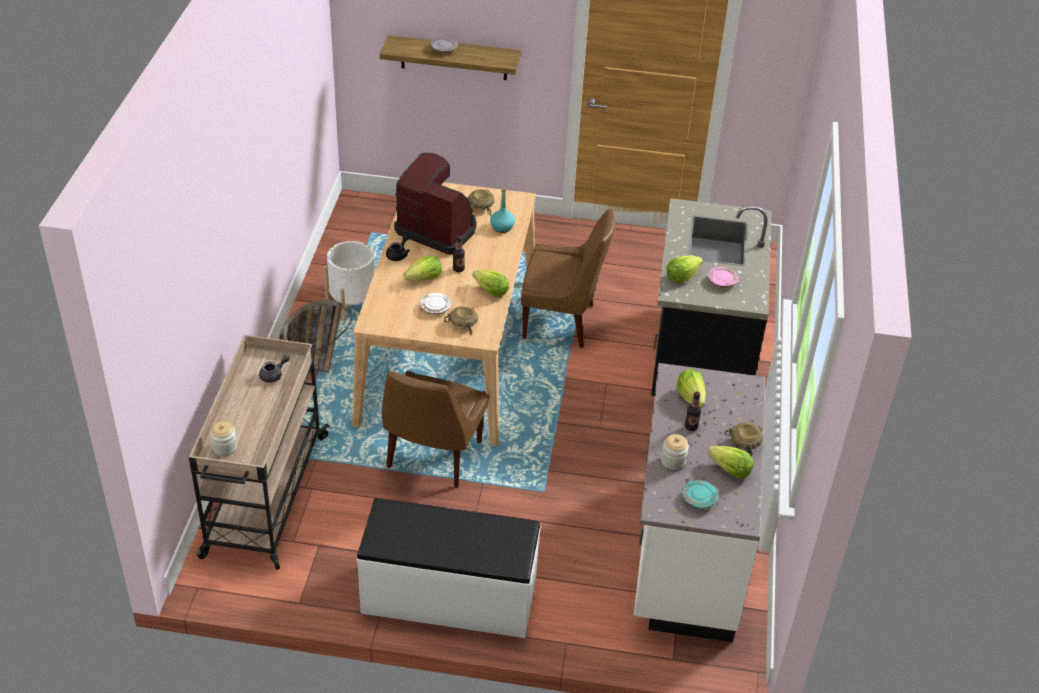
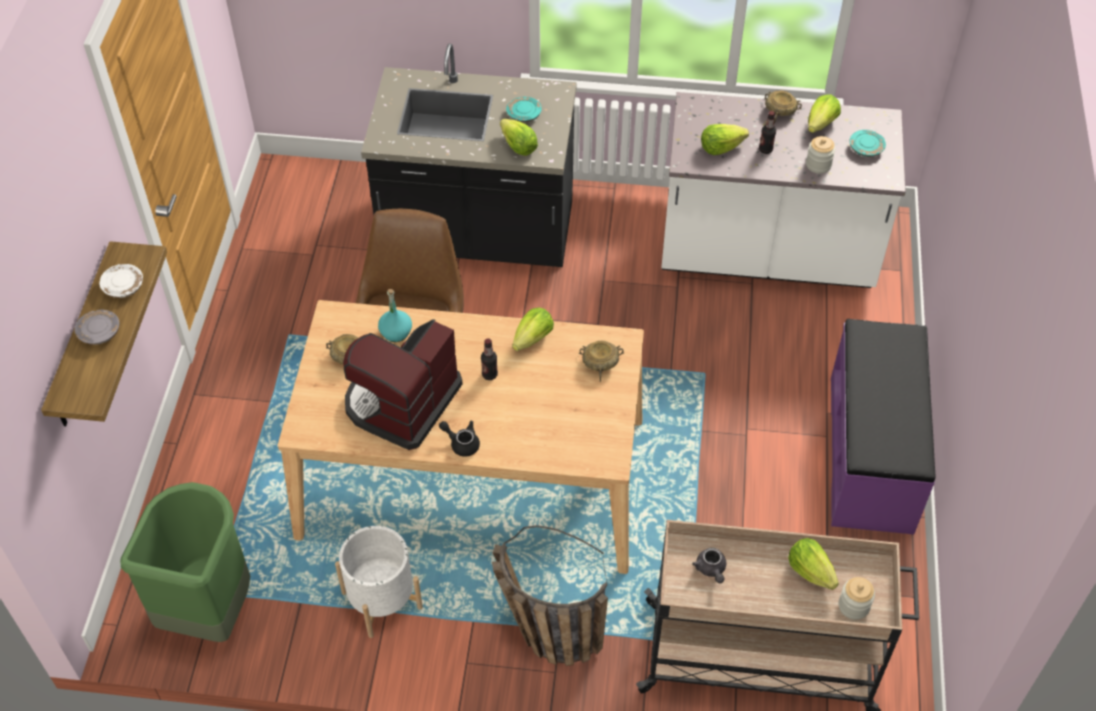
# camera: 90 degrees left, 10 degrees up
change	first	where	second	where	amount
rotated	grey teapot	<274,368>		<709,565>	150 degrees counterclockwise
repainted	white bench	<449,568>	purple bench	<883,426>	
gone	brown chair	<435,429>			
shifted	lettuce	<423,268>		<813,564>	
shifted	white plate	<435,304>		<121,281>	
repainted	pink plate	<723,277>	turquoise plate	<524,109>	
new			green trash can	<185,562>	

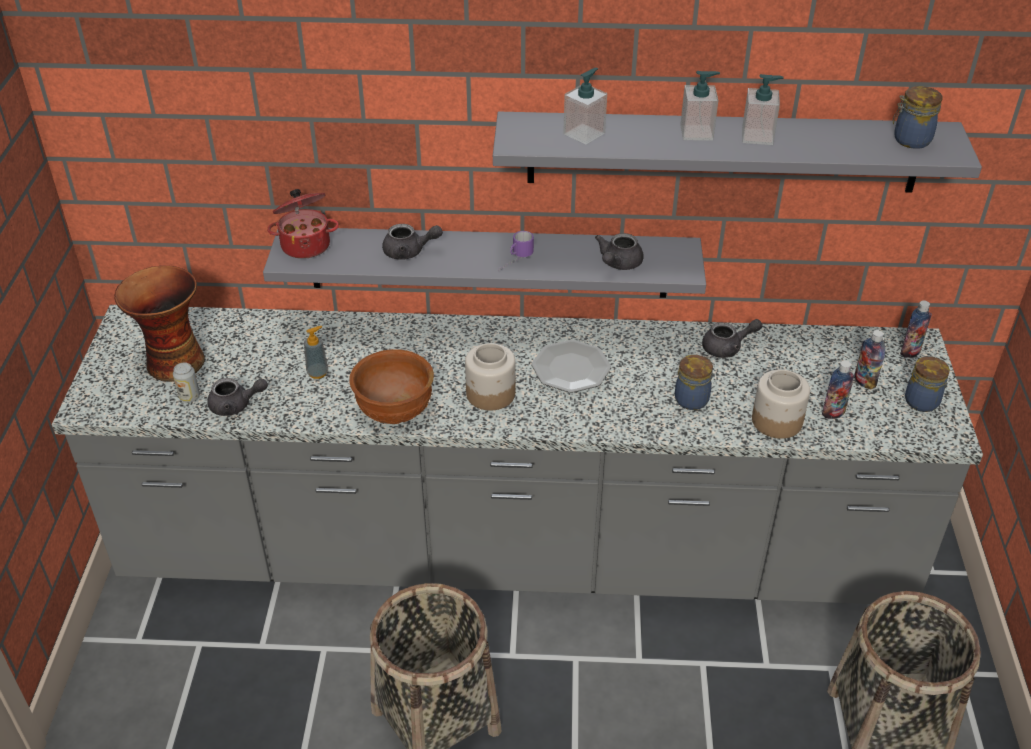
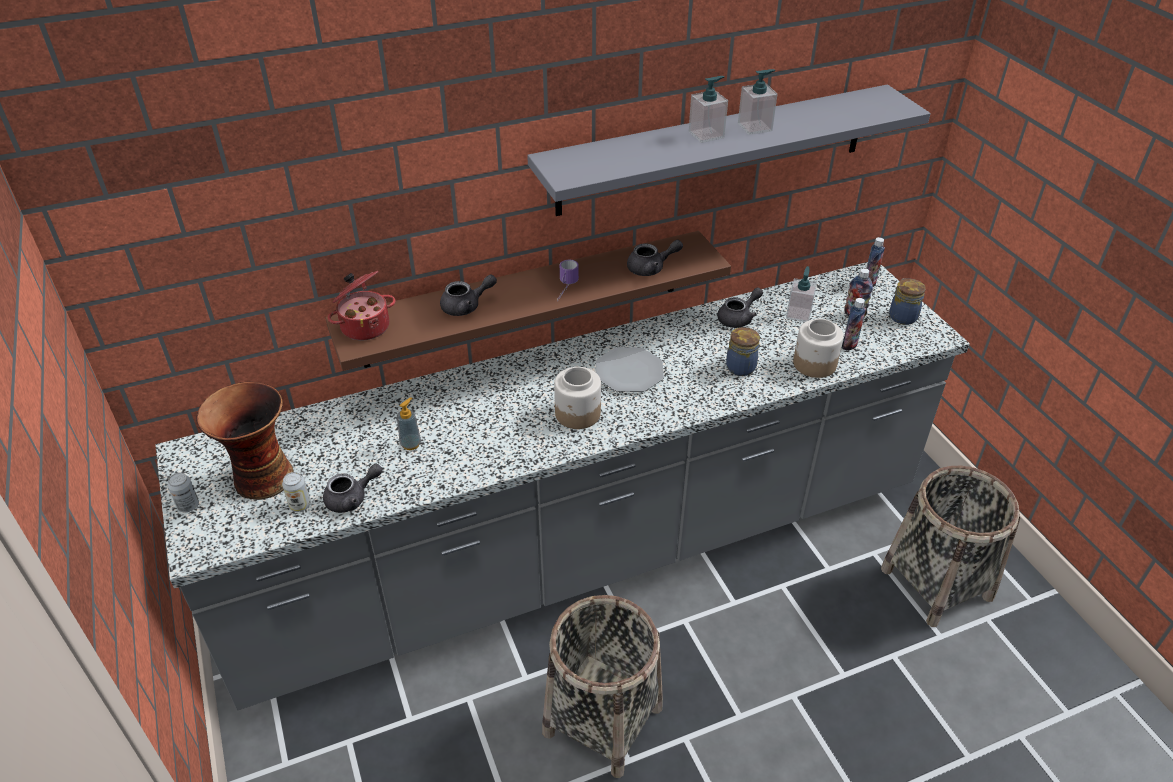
# camera: 25 degrees left, 0 degrees up
change	first	where	second	where	amount
repainted	grey shelf	<484,263>	brown shelf	<528,301>	
gone	brown bowl	<391,386>			
shifted	soap dispenser	<585,106>		<801,294>	
rotated	grey teapot	<619,251>		<655,258>	105 degrees counterclockwise
gone	jar	<917,117>			
new			can	<183,492>	

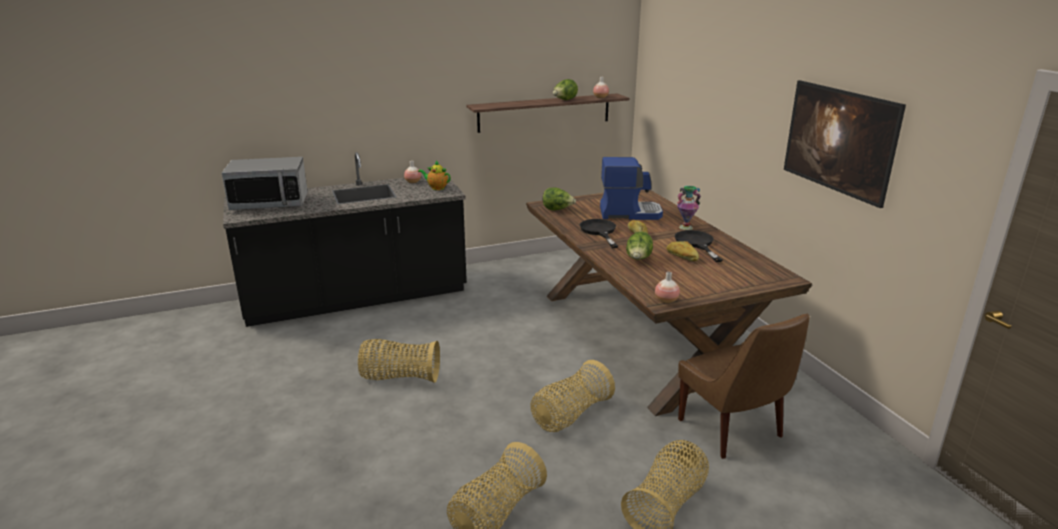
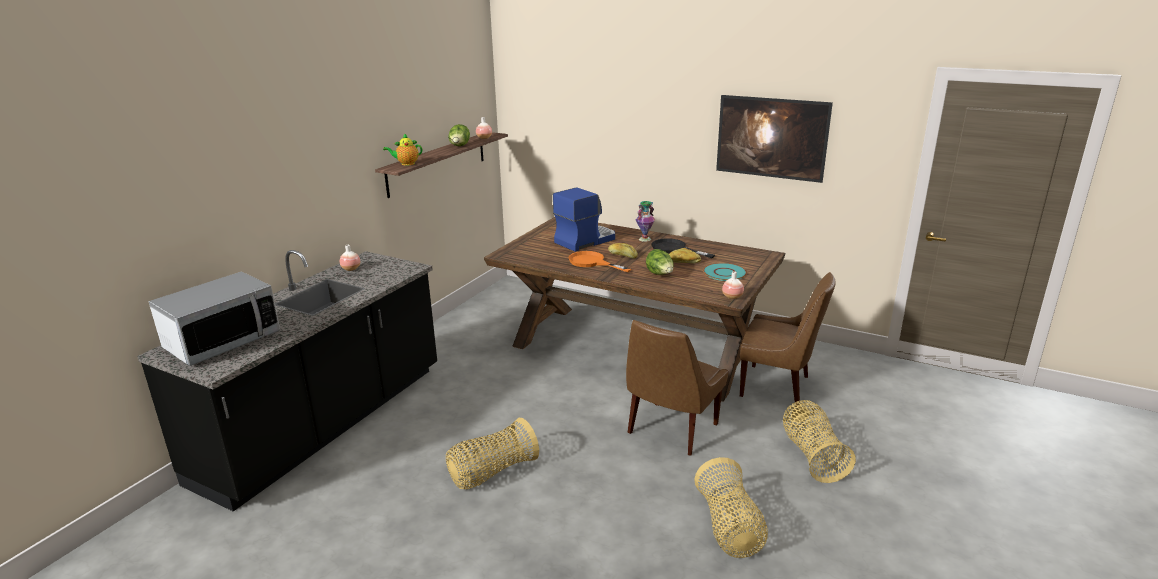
# camera: 40 degrees left, 0 degrees up
change	first	where	second	where	amount
shifted	teapot	<434,175>		<402,149>	
swapped	basket	<572,396>	brown chair	<677,387>	
gone	lettuce	<559,199>			
repainted	black frying pan	<599,233>	orange frying pan	<599,261>	
new			turquoise plate	<725,272>	

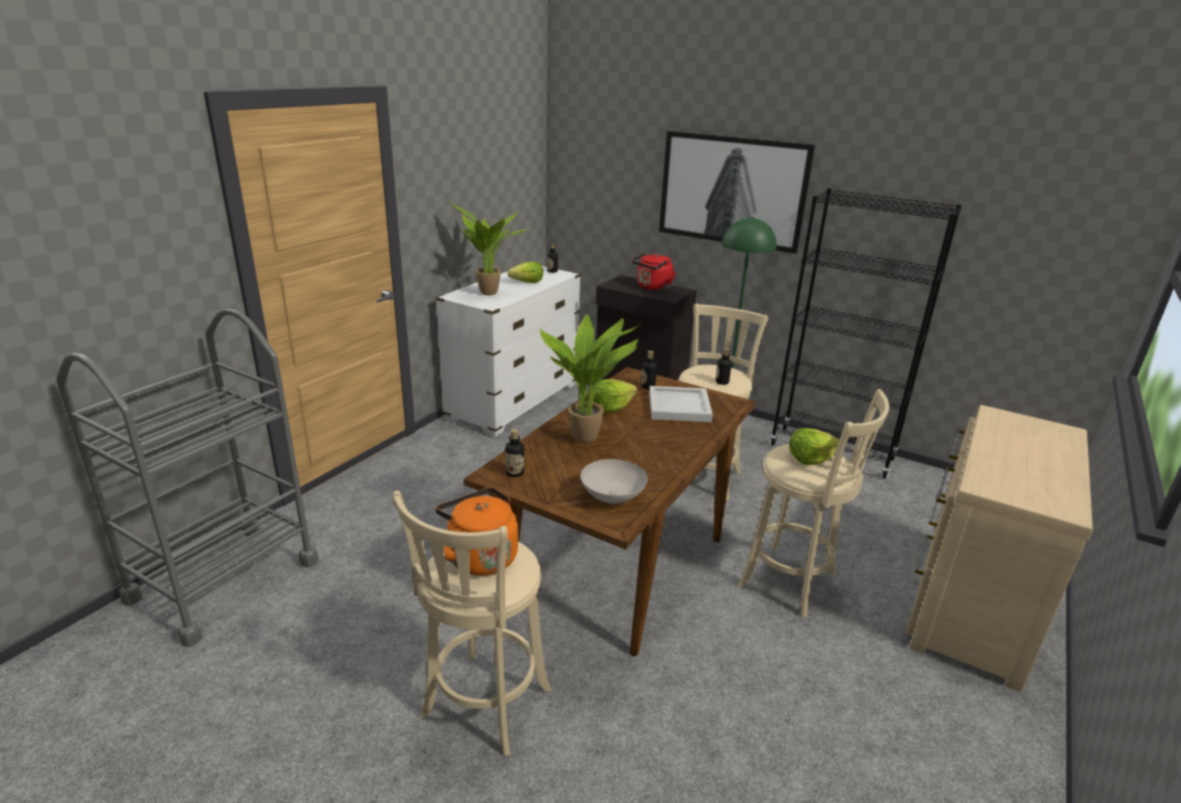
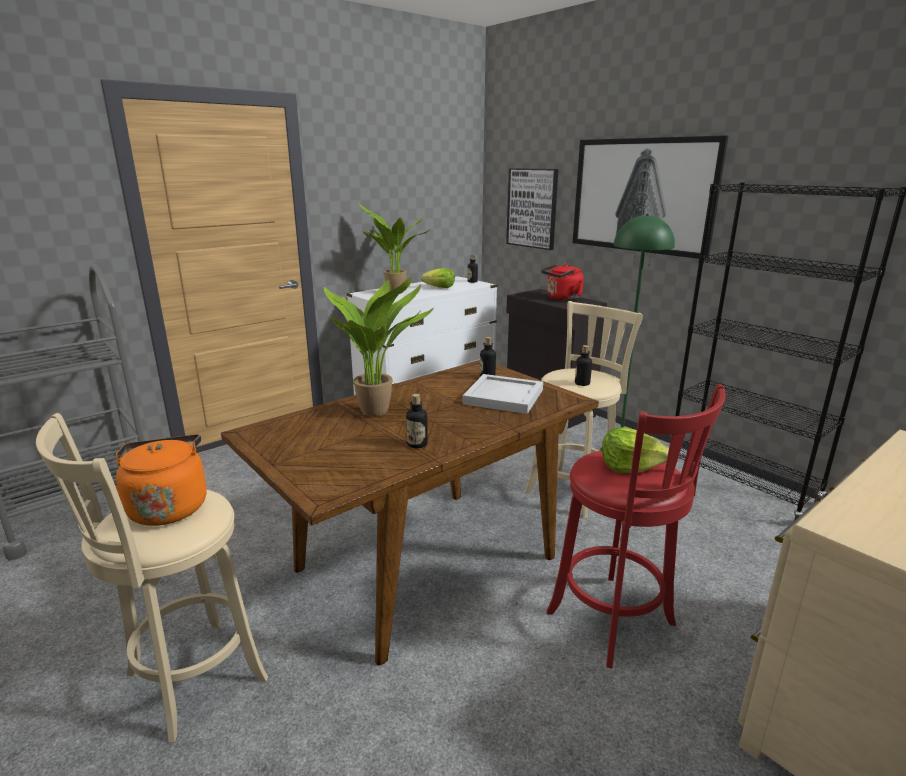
# camera: 20 degrees right, 5 degrees down
change	first	where	second	where	amount
shifted	bottle	<514,453>		<417,421>	
gone	white bowl	<614,481>			
gone	lettuce	<614,396>			
repainted	beige stool	<813,503>	red stool	<636,526>	
new			picture	<532,209>	

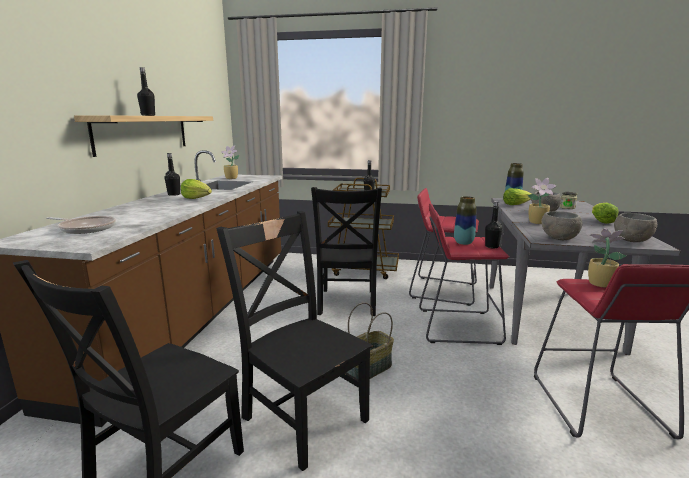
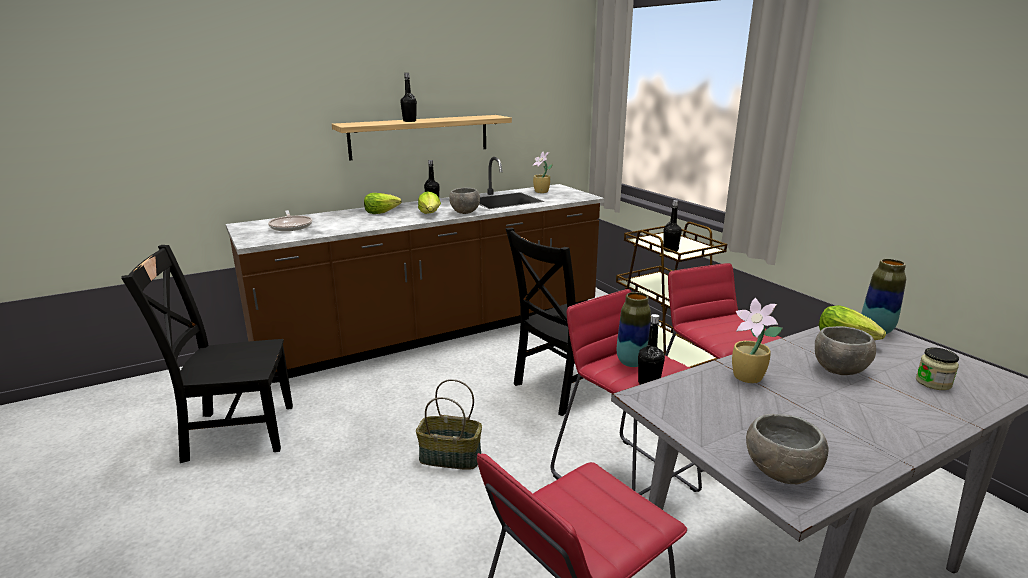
# camera: 50 degrees right, 5 degrees up
change	first	where	second	where	amount
gone	black chair	<294,341>			
shifted	grey bowl	<561,225>		<464,201>	
gone	potted plant	<607,258>			
shifted	lettuce	<605,213>		<383,203>	

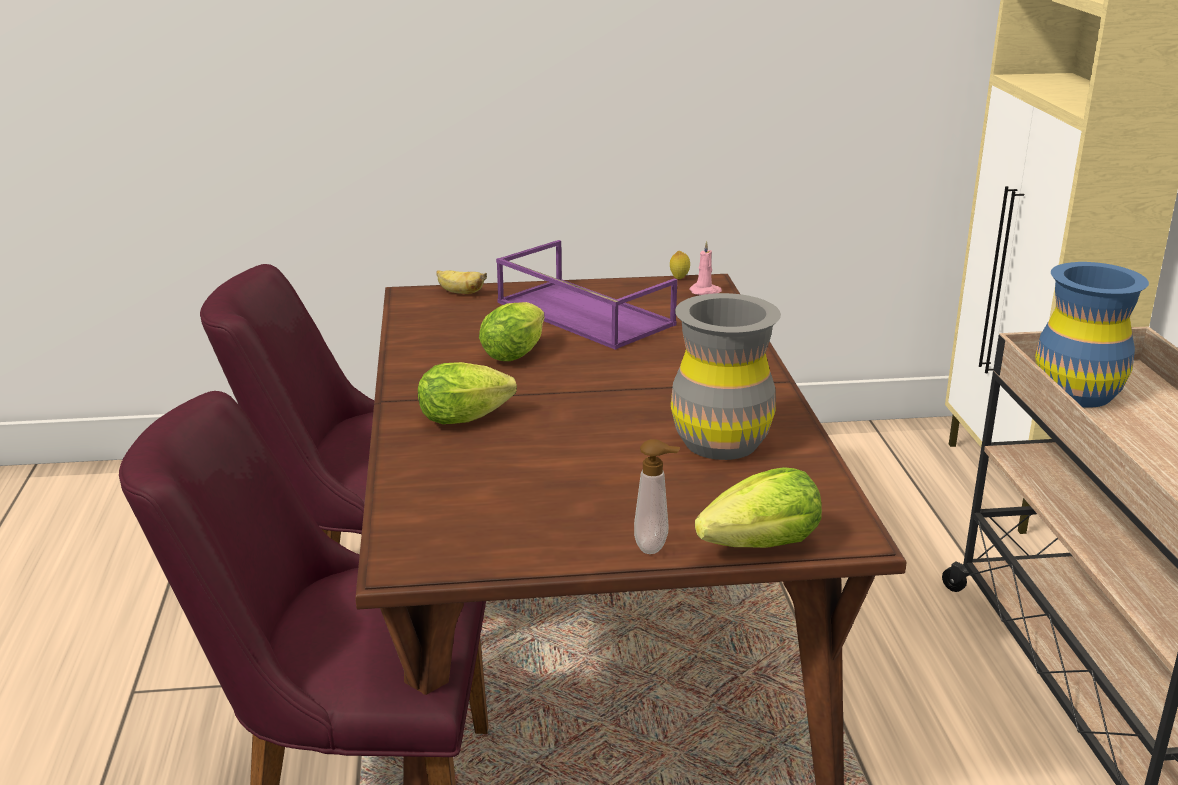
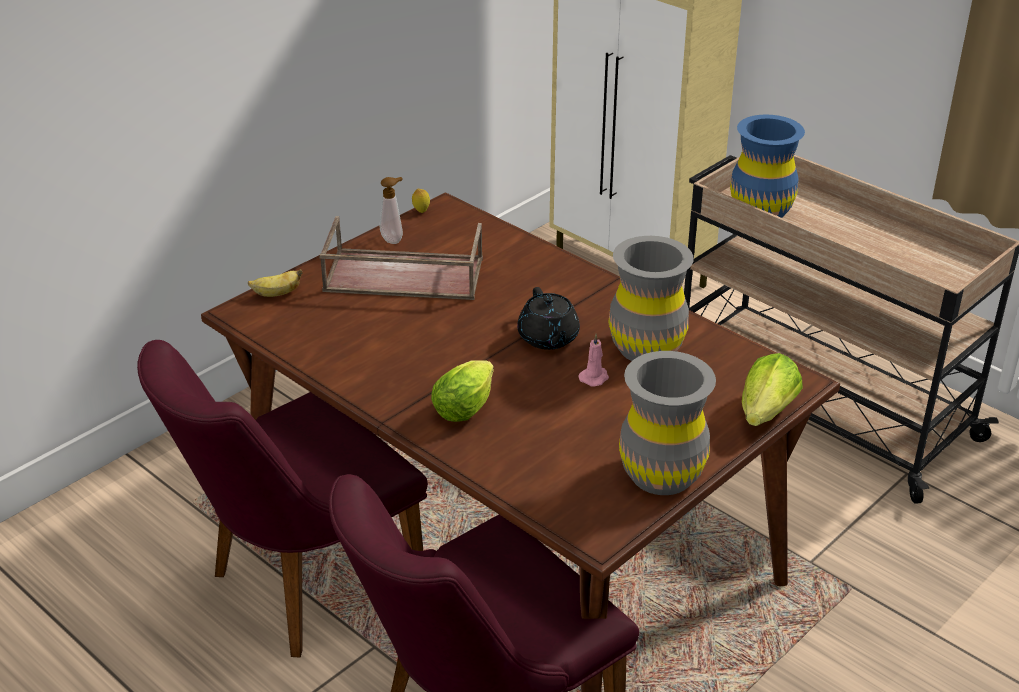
# camera: 40 degrees left, 10 degrees up
change	first	where	second	where	amount
gone	lettuce	<512,331>			
repainted	purple tray	<586,295>	brown tray	<401,258>	
shifted	soap dispenser	<657,496>		<391,210>	
shifted	pink candle	<705,268>		<593,360>	
new			black teapot	<548,318>	
new			grey vase	<667,423>	

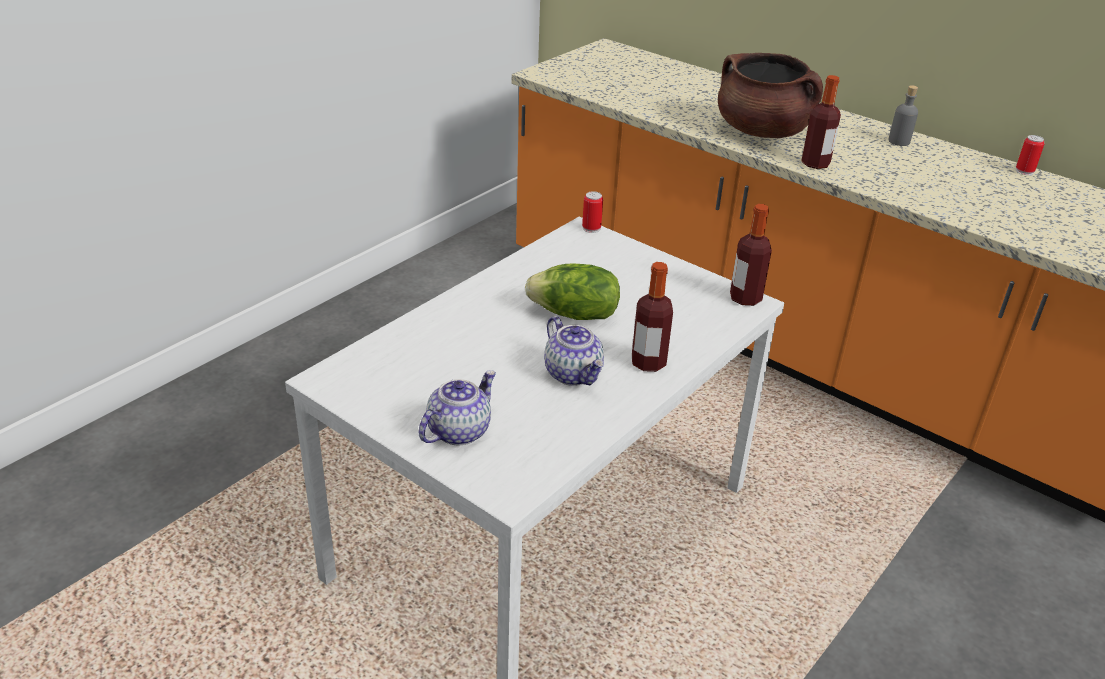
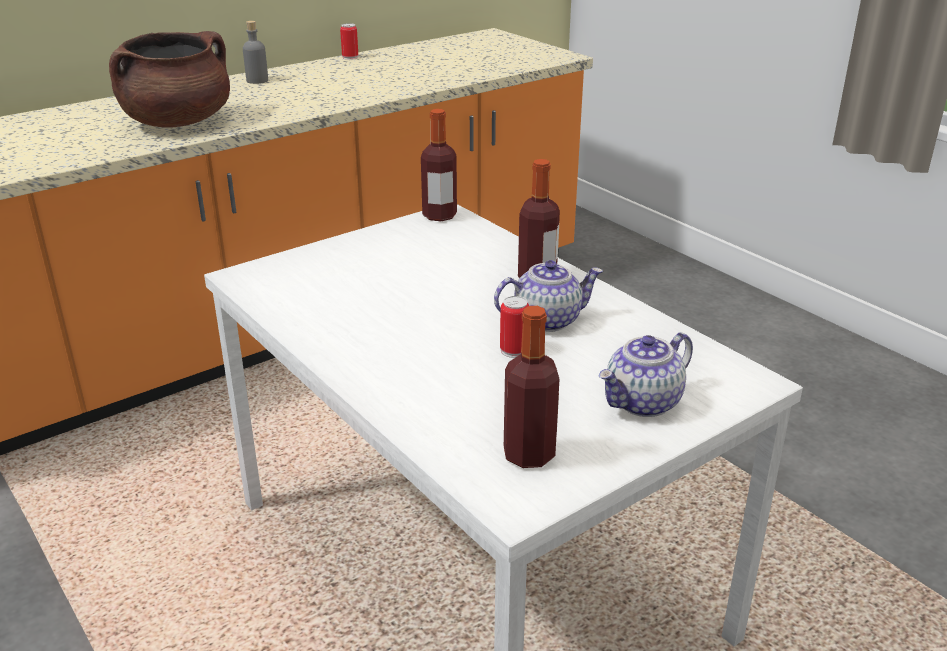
# camera: 75 degrees left, 5 degrees down
change	first	where	second	where	amount
rotated	teapot	<457,407>		<646,374>	90 degrees counterclockwise
gone	lettuce	<572,292>			
shifted	can	<592,212>		<514,327>	
shifted	bottle	<821,122>		<531,387>	

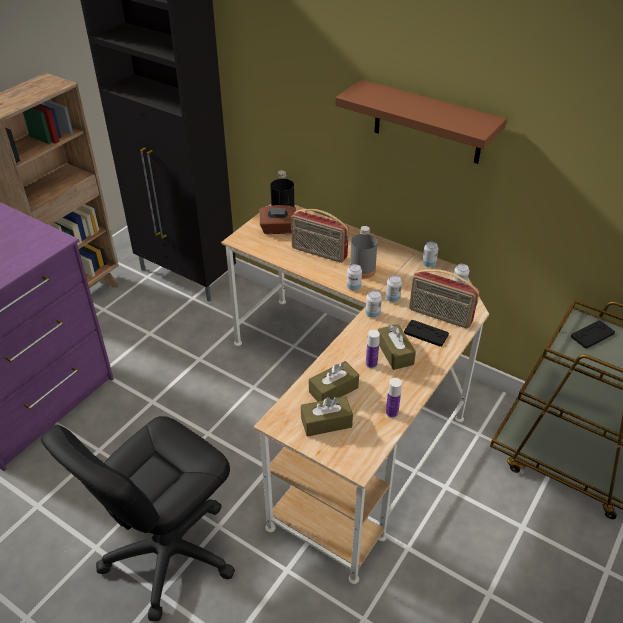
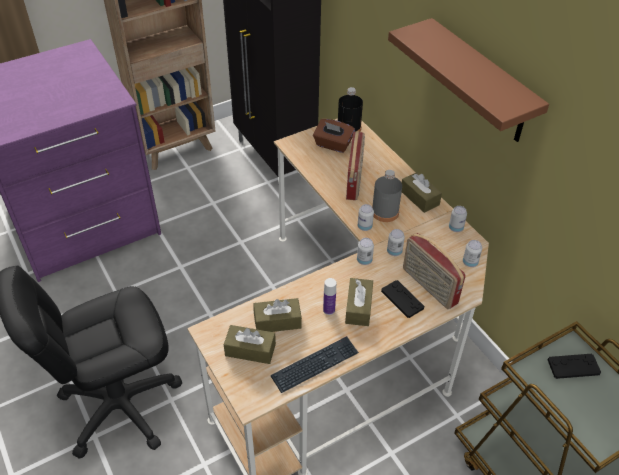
# camera: 25 degrees right, 5 degrees up
change	first	where	second	where	amount
rotated	radio	<320,236>		<355,165>	135 degrees counterclockwise
swapped	bottle	<394,398>	keyboard	<315,364>	
new			brown tissue box	<422,192>	

